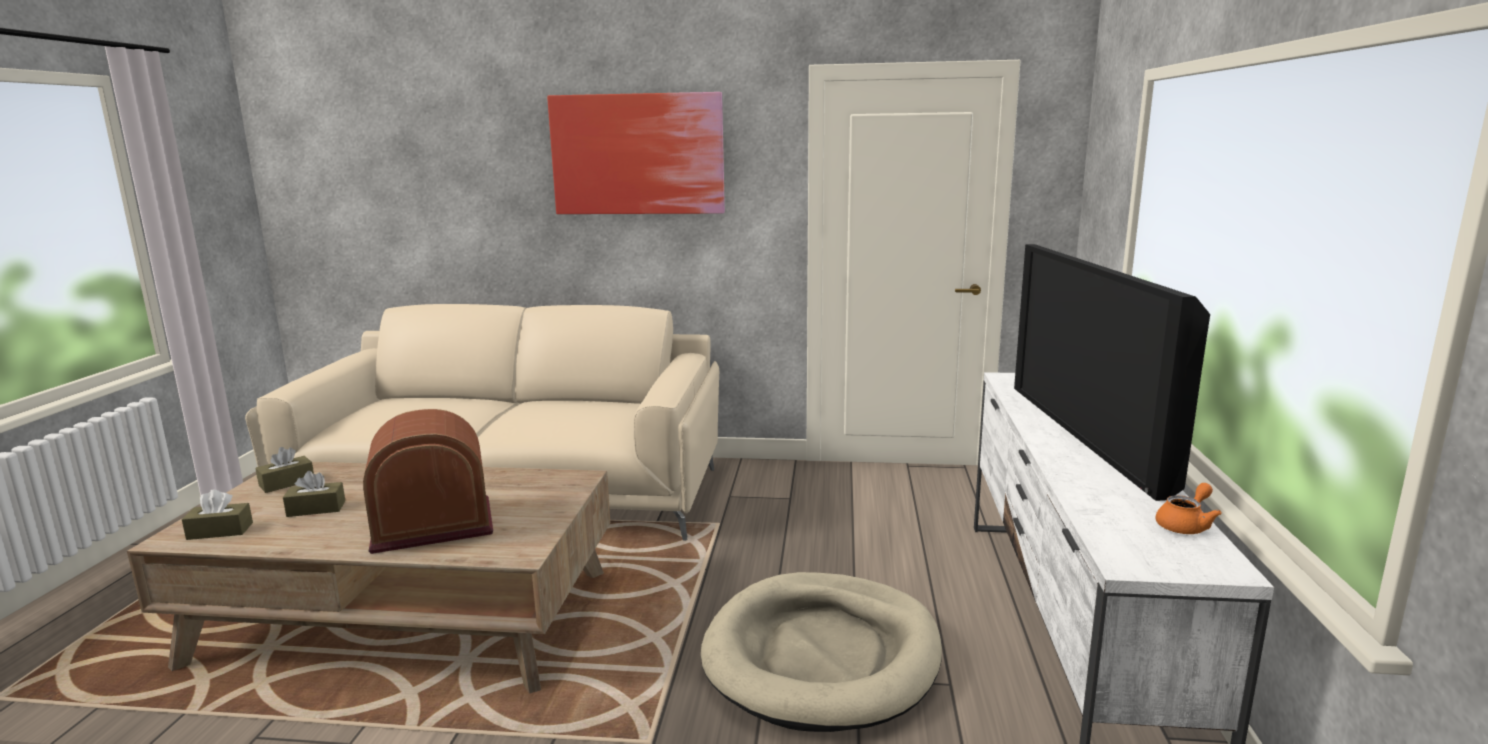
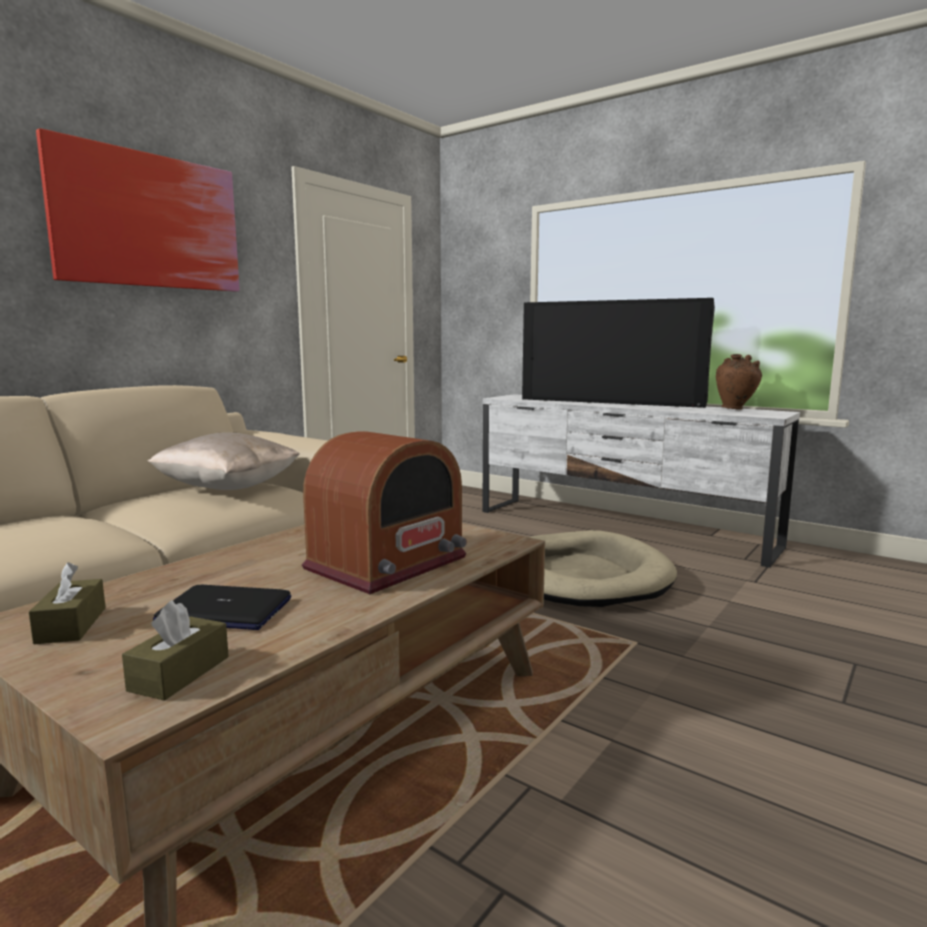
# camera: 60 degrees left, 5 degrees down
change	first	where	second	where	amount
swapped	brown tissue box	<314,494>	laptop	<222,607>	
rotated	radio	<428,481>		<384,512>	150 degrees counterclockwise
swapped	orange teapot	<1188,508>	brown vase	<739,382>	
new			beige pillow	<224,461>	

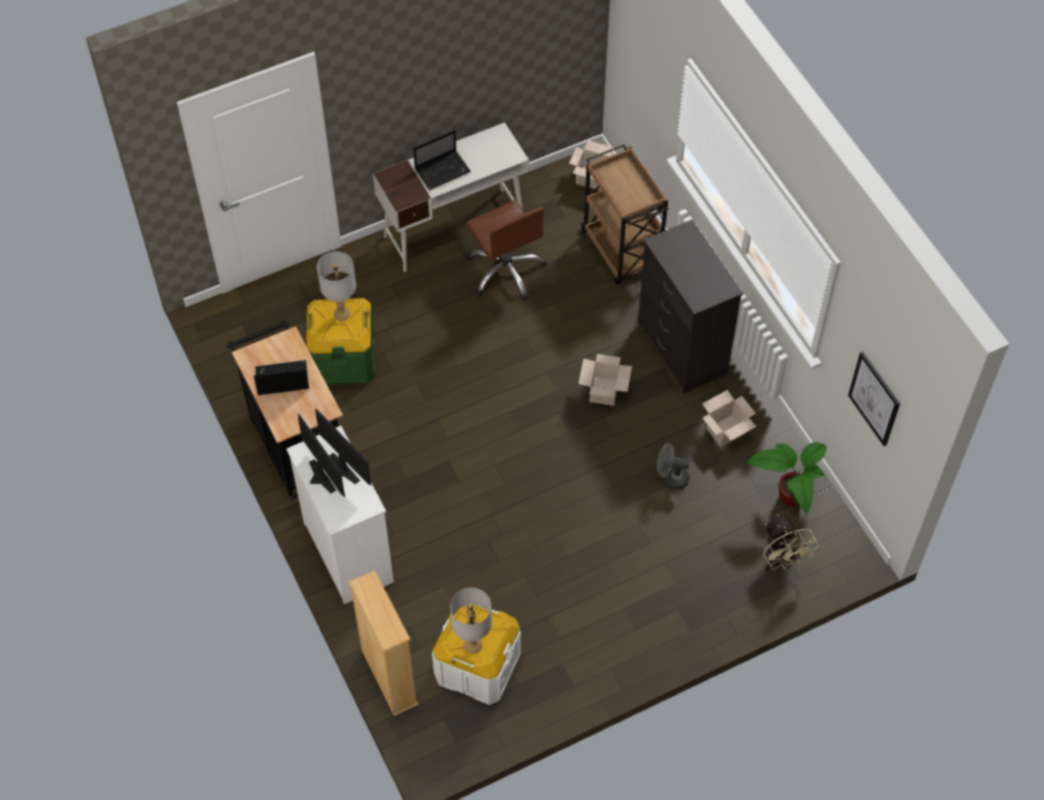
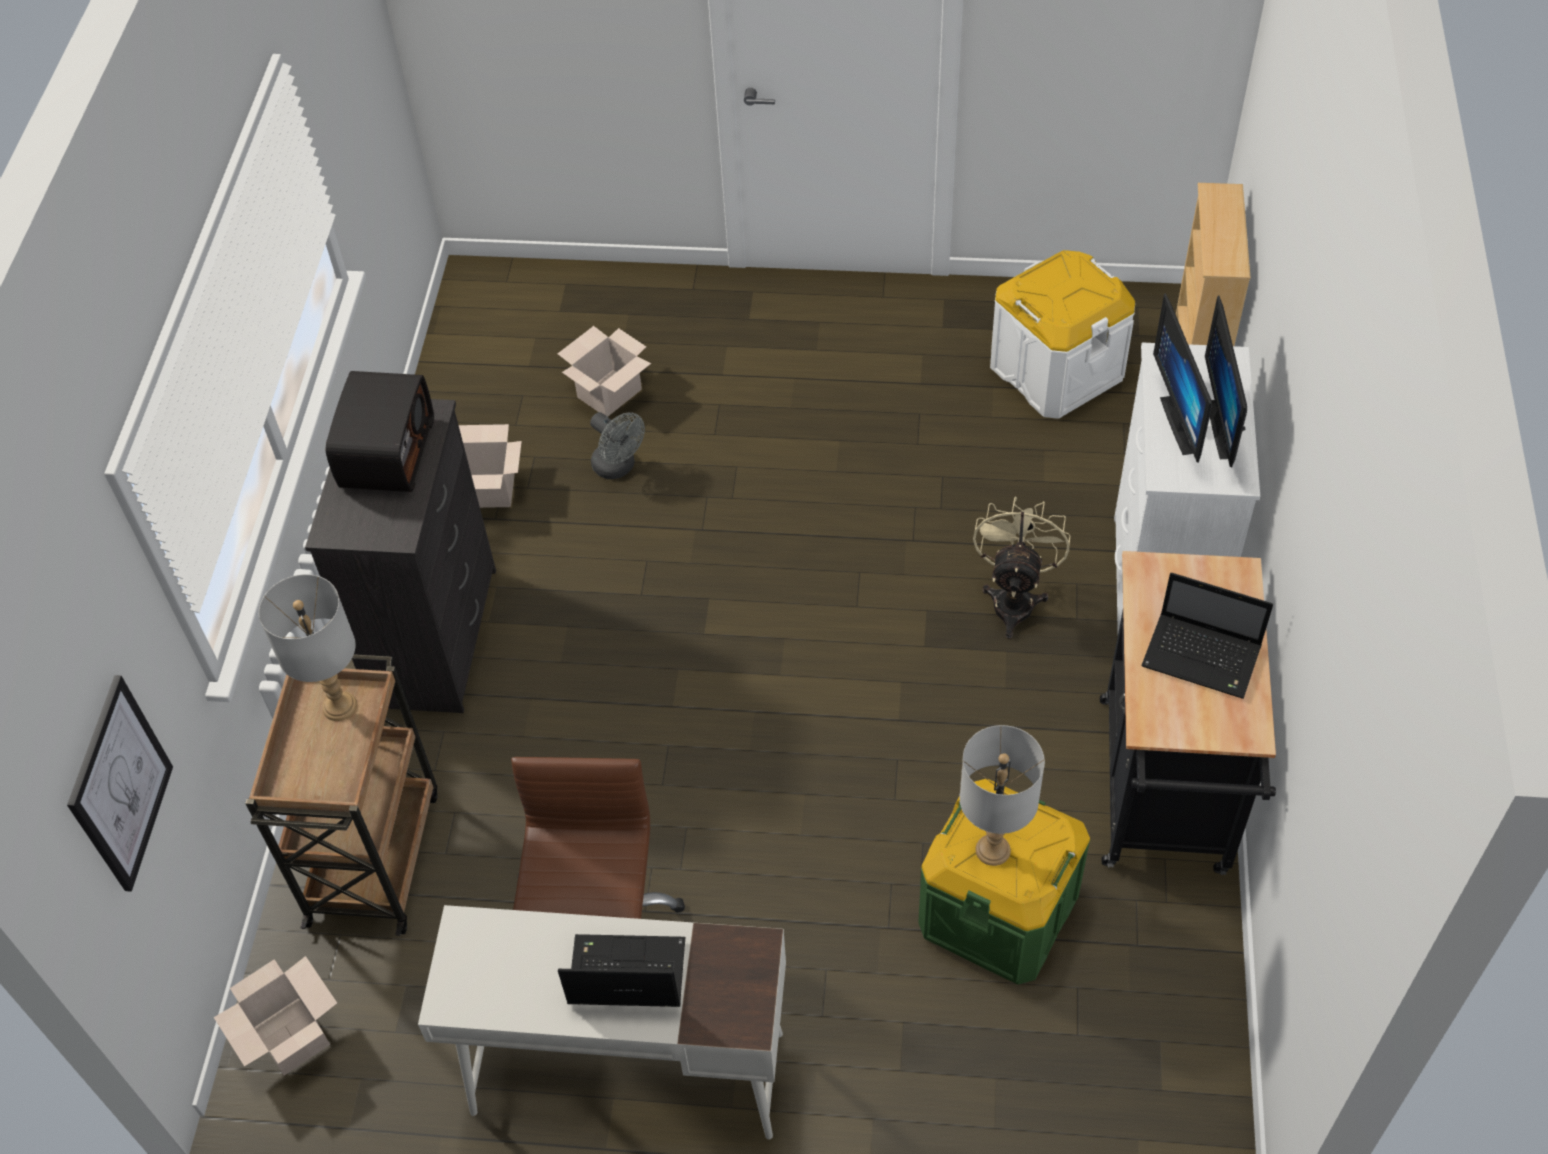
# camera: 145 degrees left, 5 degrees down
change	first	where	second	where	amount
shifted	grey table lamp	<471,621>		<308,647>	
shifted	cardboard box	<605,380>		<604,371>	
gone	potted plant	<786,479>			
shifted	beige fan	<791,542>		<1022,568>	
shifted	picture	<874,399>		<120,783>	
new			radio	<379,431>	

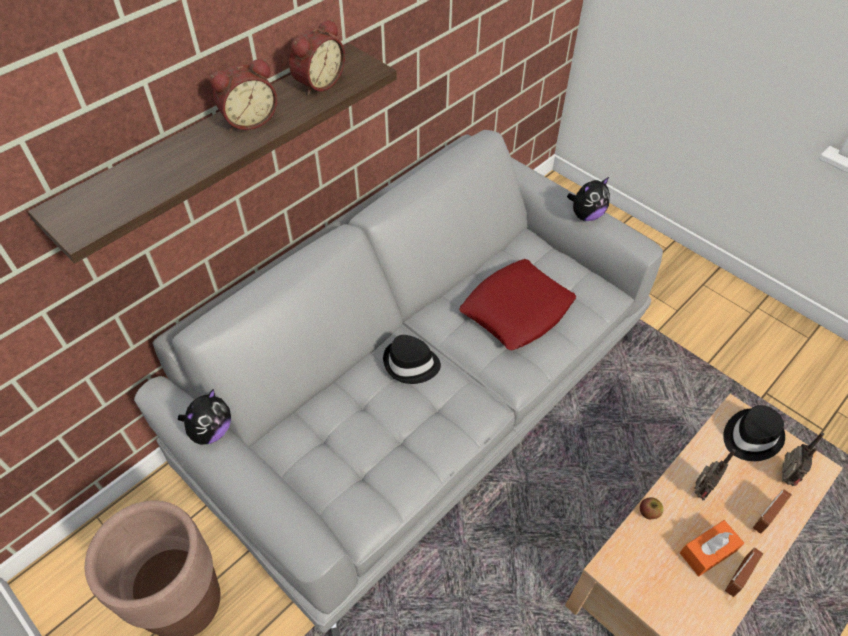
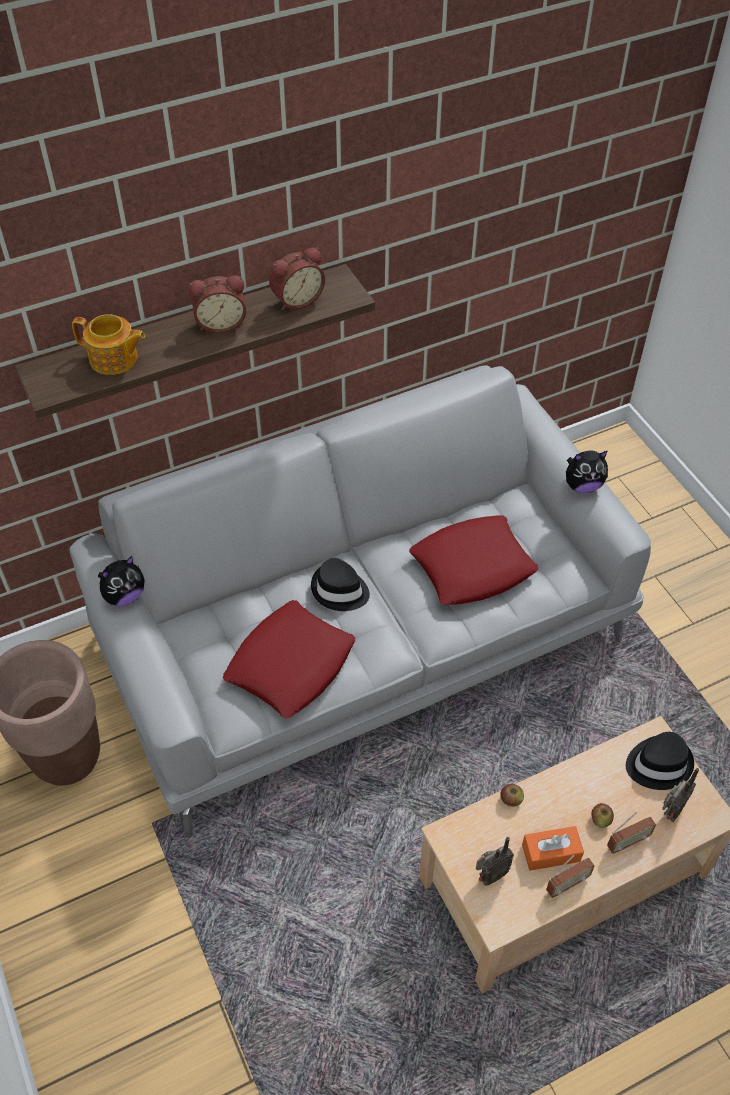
# camera: 20 degrees right, 0 degrees up
change	first	where	second	where	amount
shifted	radio	<715,474>		<495,861>	
new			teapot	<108,344>	
new			red pillow	<289,659>	
new			apple	<602,815>	

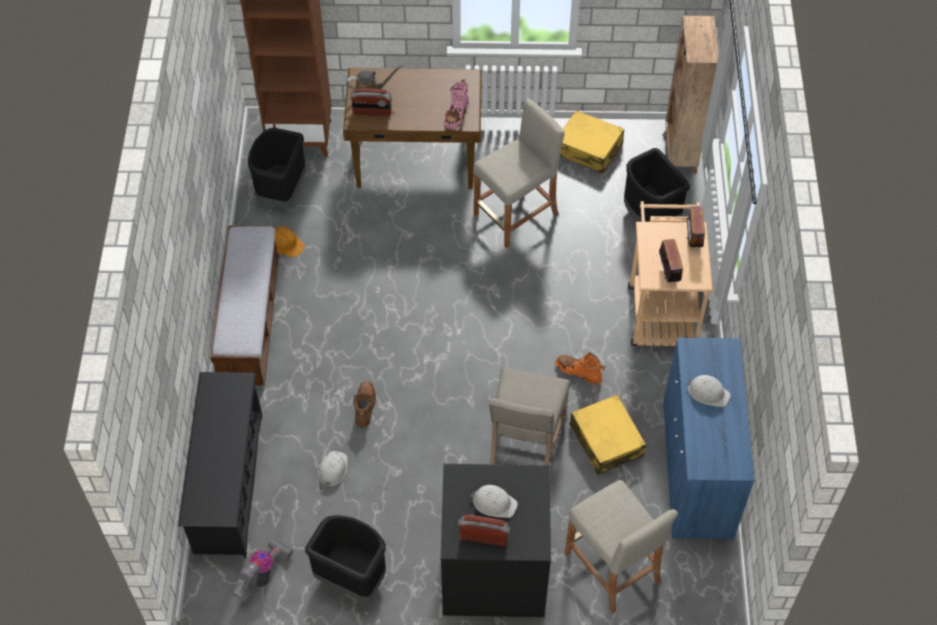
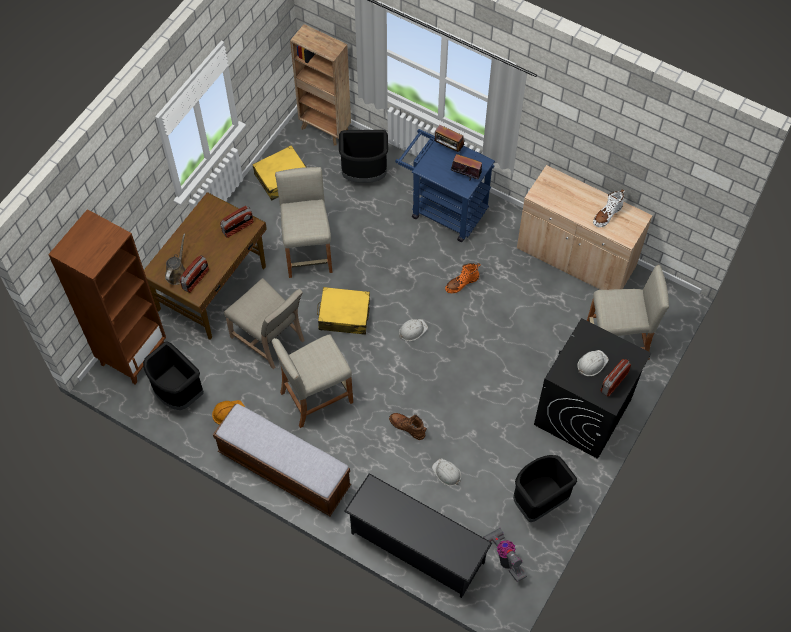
# camera: 60 degrees left, 5 degrees up
change	first	where	second	where	amount
swapped	pink boot	<456,104>	radio	<237,222>	
shifted	beige chair	<530,416>		<264,323>	
shifted	yellow suitcase	<608,434>		<343,311>	
repainted	beige cart	<670,273>	blue cart	<445,185>	
repainted	blue cabinet	<709,438>	beige cabinet	<585,227>	
shifted	white hard hat	<709,391>		<413,330>	
new			beige stool	<312,381>	
new			white boot	<609,208>	

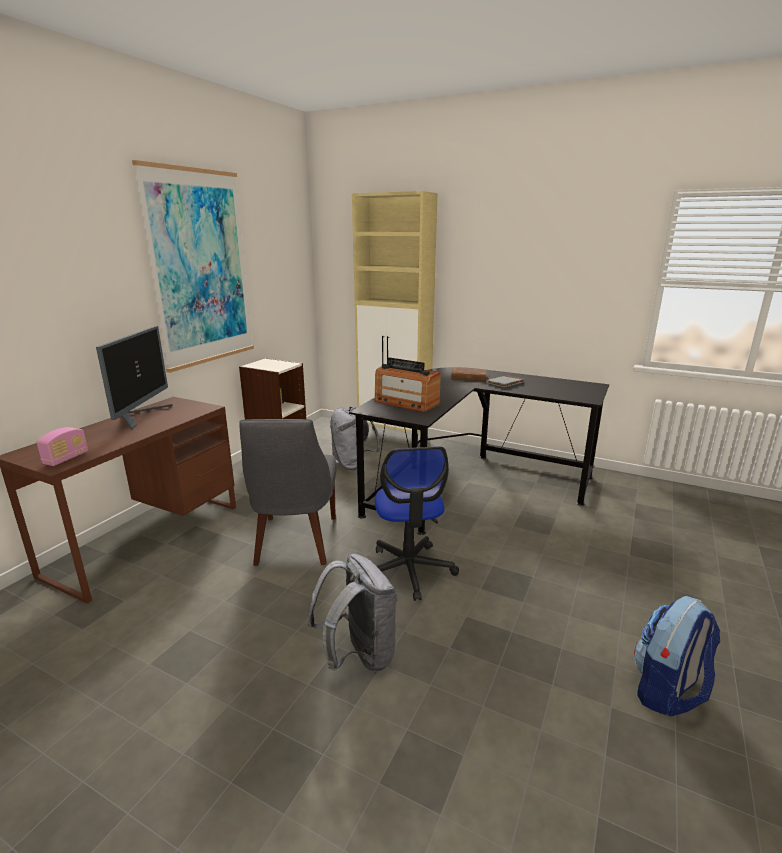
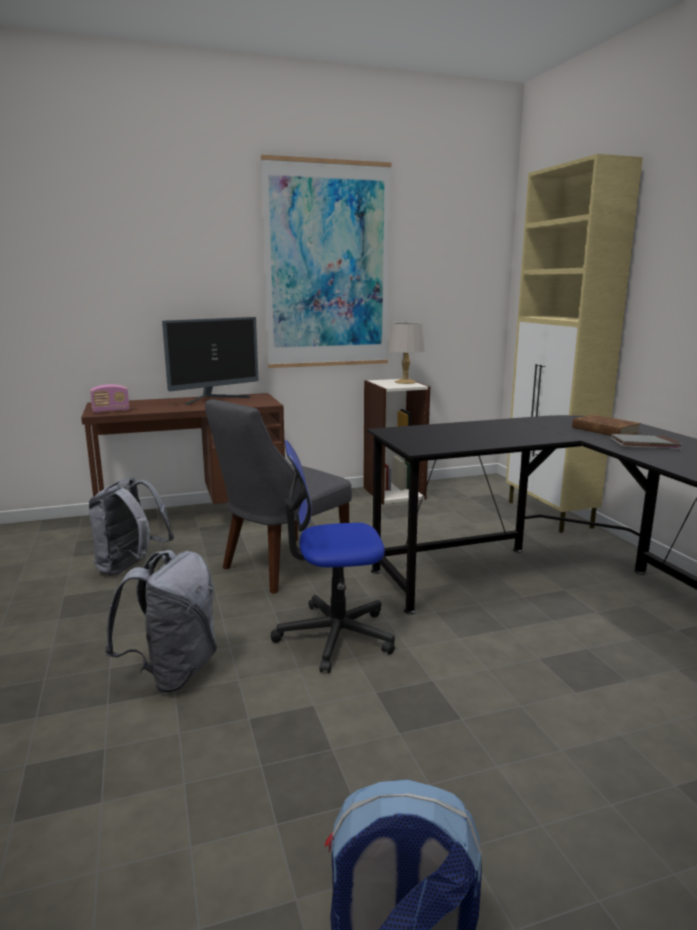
# camera: 45 degrees right, 5 degrees down
change	first	where	second	where	amount
shifted	grey backpack	<355,438>		<131,526>	
gone	radio	<408,384>			
rotated	office chair	<417,523>		<333,556>	45 degrees clockwise
new			grey table lamp	<406,353>	

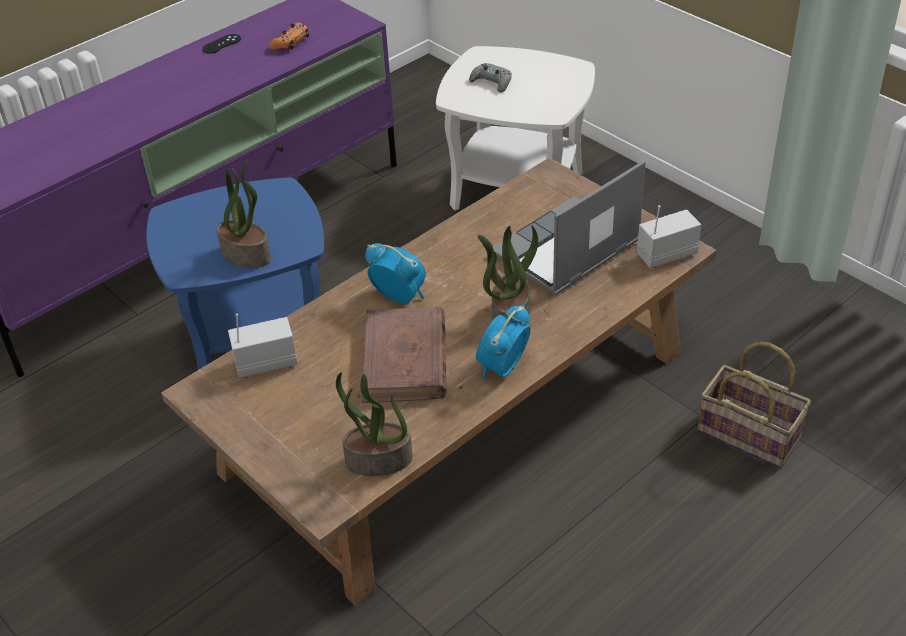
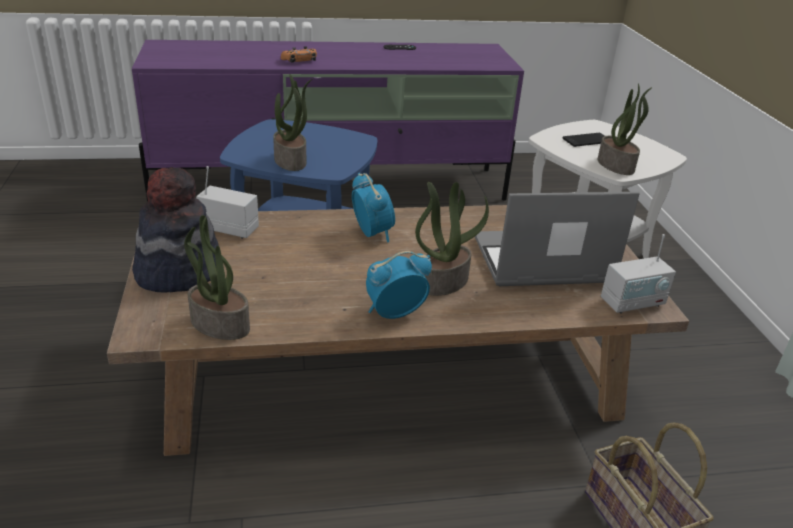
# camera: 30 degrees right, 10 degrees down
change	first	where	second	where	amount
shifted	orange game controller	<289,36>		<299,54>	
gone	brown book	<404,355>			
swapped	grey game controller	<490,78>	phone	<583,140>	
rotated	radio	<669,236>		<638,273>	150 degrees clockwise
new			hat	<175,230>	
new			potted plant	<625,129>	

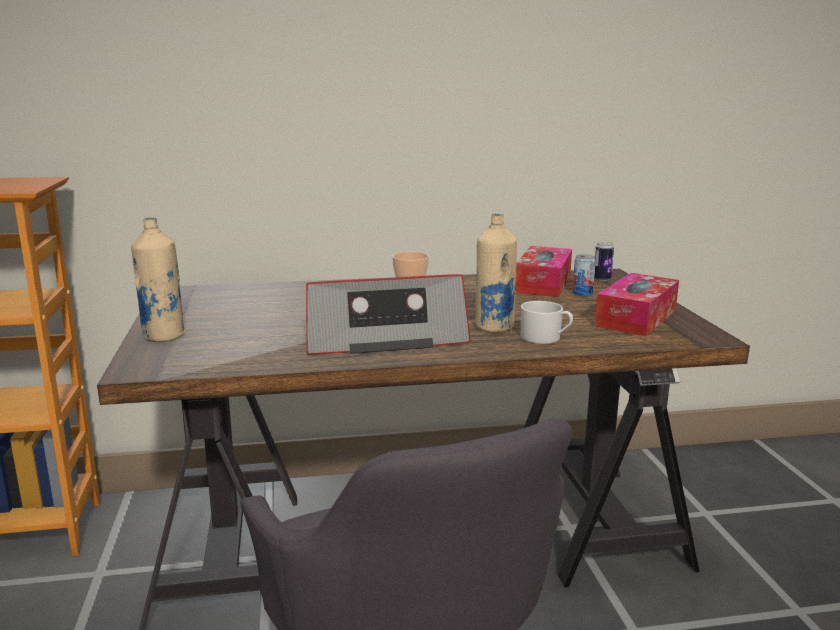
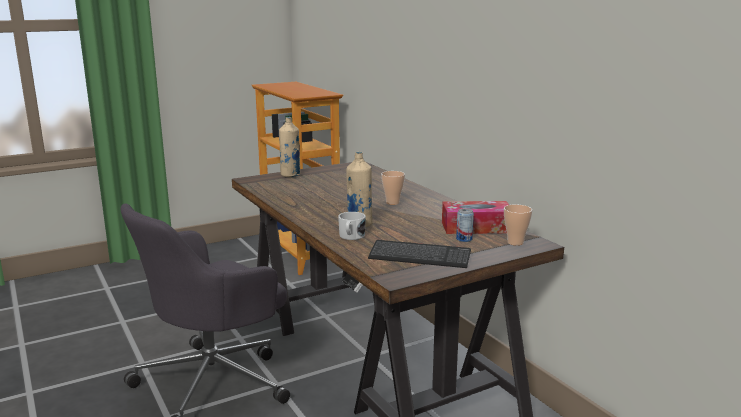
# camera: 70 degrees right, 0 degrees up
change	first	where	second	where	amount
gone	radio	<388,314>			
swapped	can	<604,261>	cup	<518,225>	
swapped	tissue box	<637,304>	keyboard	<419,254>	

